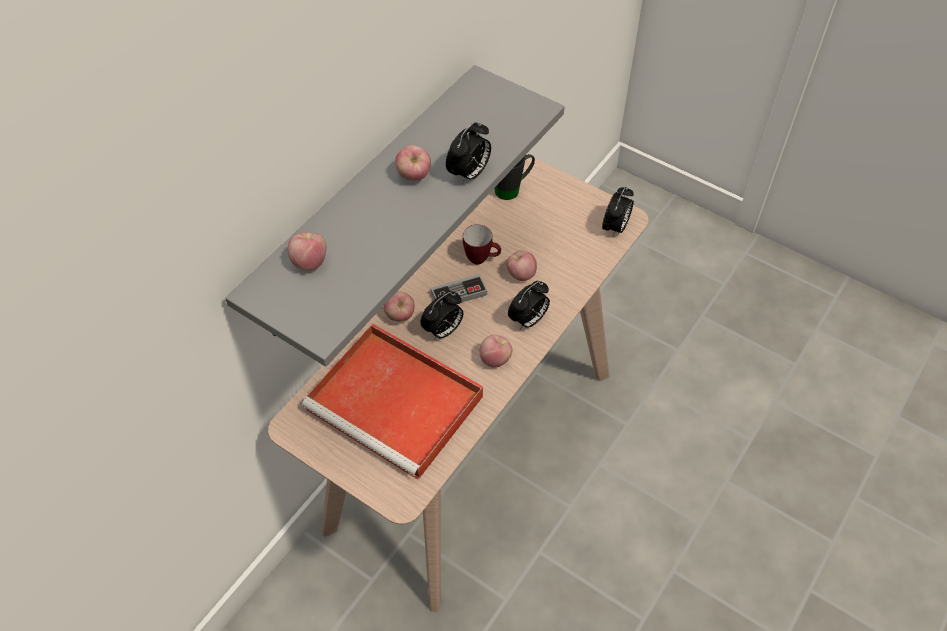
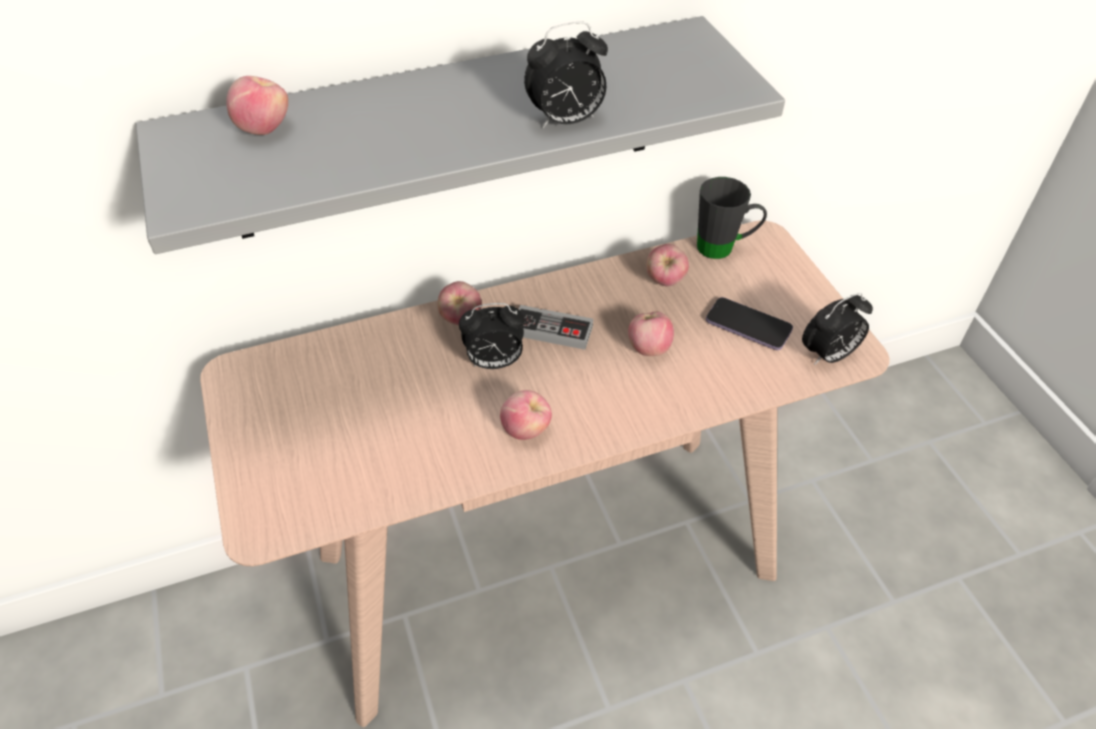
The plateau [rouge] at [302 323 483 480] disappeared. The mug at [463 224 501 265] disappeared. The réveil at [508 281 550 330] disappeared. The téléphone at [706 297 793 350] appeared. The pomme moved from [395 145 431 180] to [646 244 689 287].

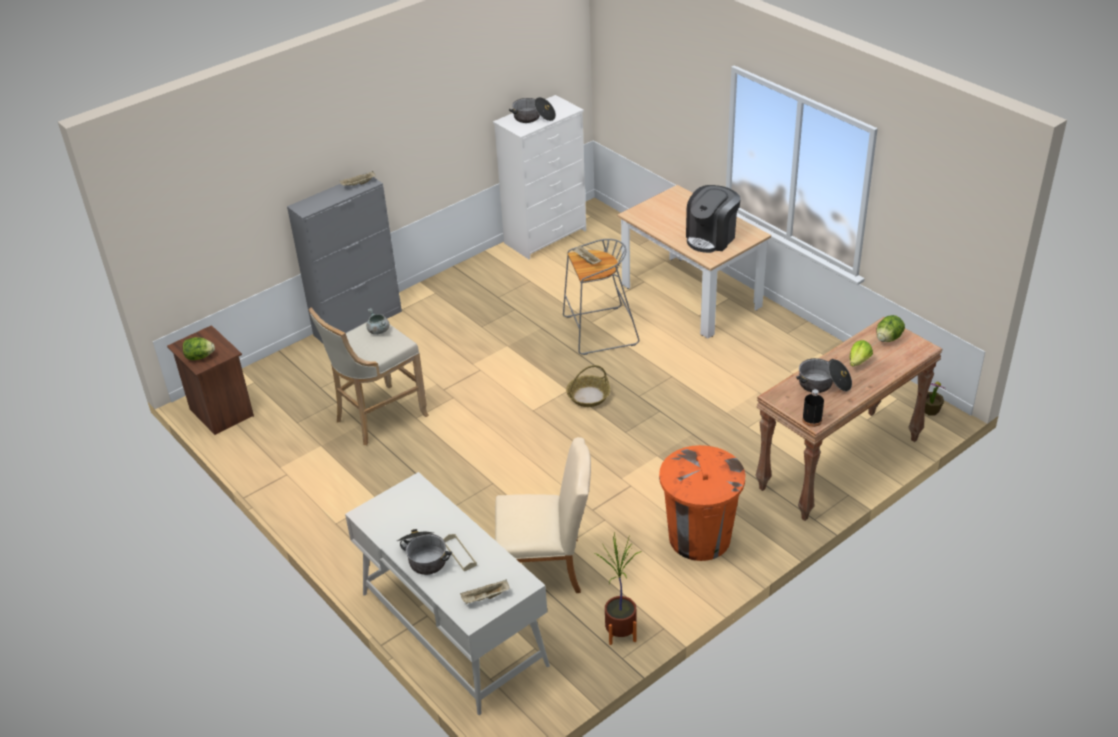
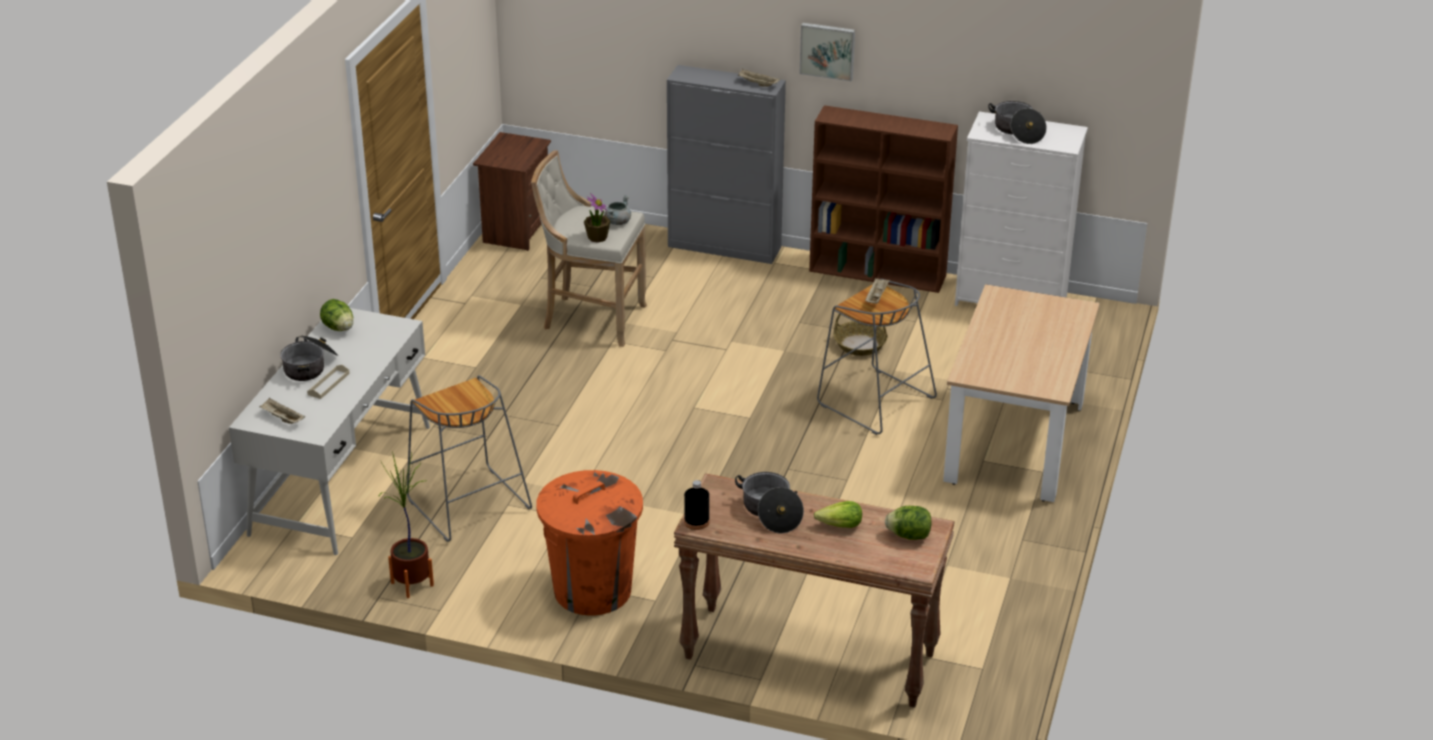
The machine à café at [686 185 741 253] disappeared. The tableau at [800 23 855 81] appeared. The bibliothèque [marron] at [809 105 958 293] appeared. The laitue moved from [183 337 215 360] to [320 299 353 331]. The panier moved from [566 365 611 407] to [834 314 888 356]. The plante en pot moved from [925 382 945 415] to [584 193 611 243]. The chaise [beige] at [495 437 591 593] was replaced by the tabouret [gris] at [407 375 532 542].

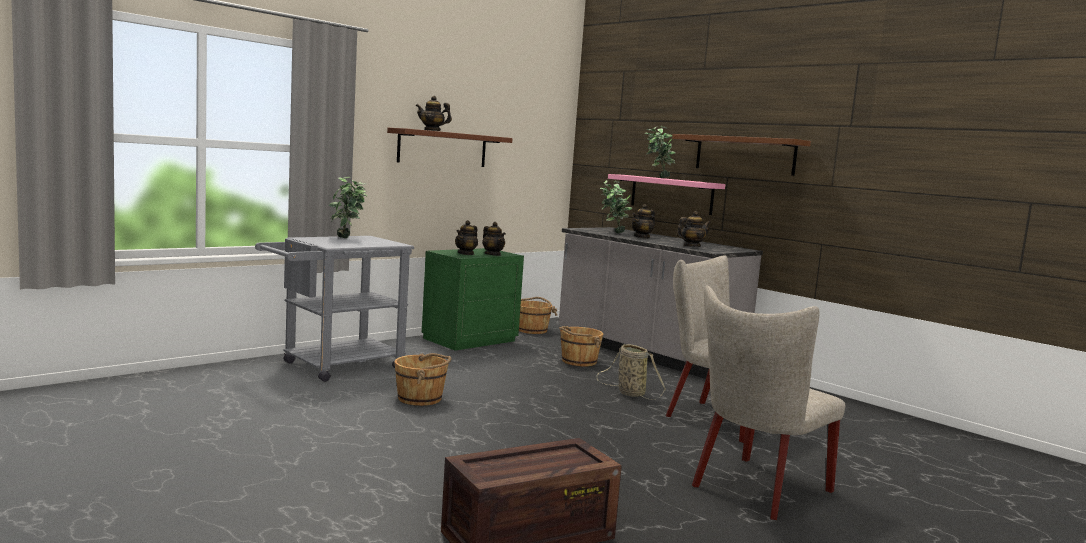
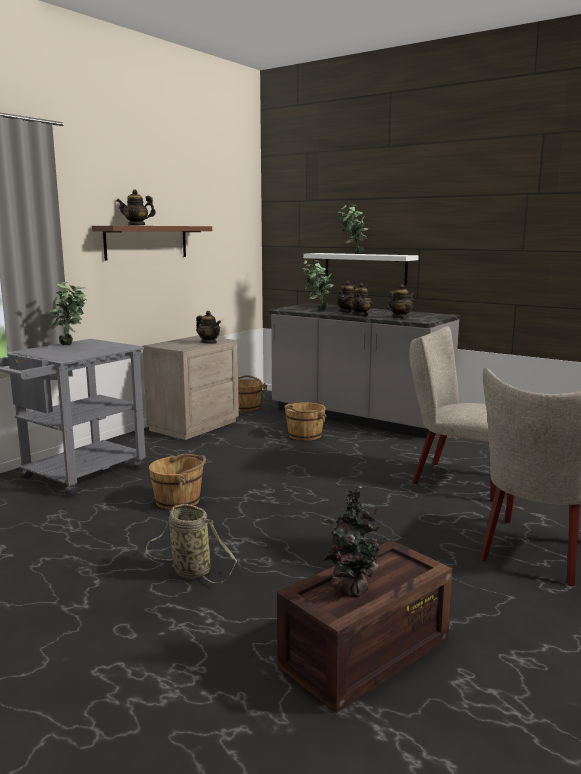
The étagère [marron] at [672 134 811 176] disappeared. The plante en pot at [322 485 386 597] appeared. The théière moved from [455 220 478 255] to [349 283 373 316]. The panier moved from [596 344 666 400] to [146 504 237 583]. The table de chevet [vert] at [422 248 524 351] became the table de chevet [beige] at [143 335 239 440]. The étagère [rose] at [608 174 725 215] became the étagère [blanc] at [303 253 419 285].

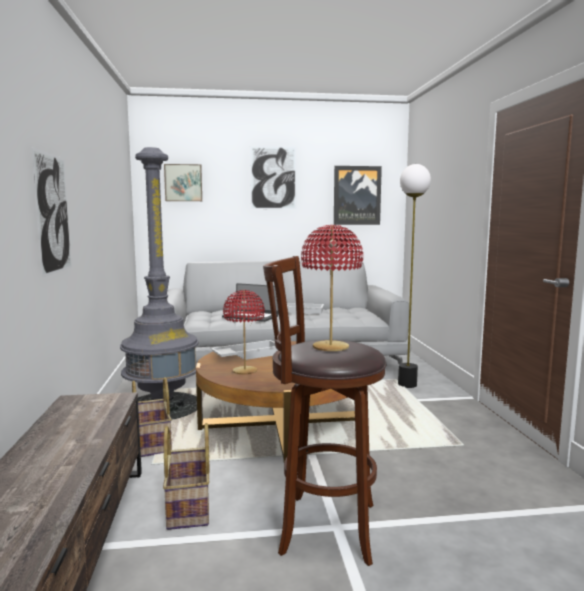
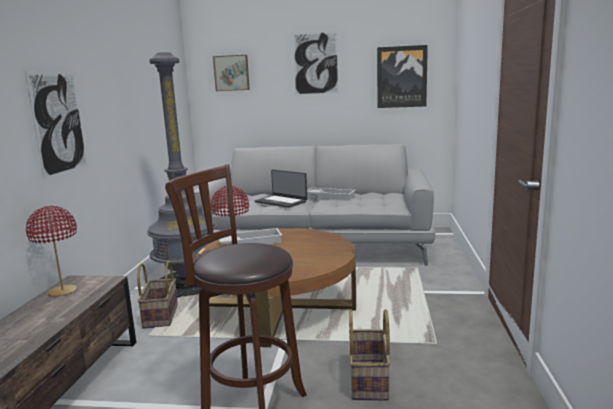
The lampadaire at [398 164 431 388] disappeared. The panier moved from [163 423 210 530] to [349 309 391 400]. The lampe de table [rouge] moved from [301 225 363 351] to [26 206 77 297].

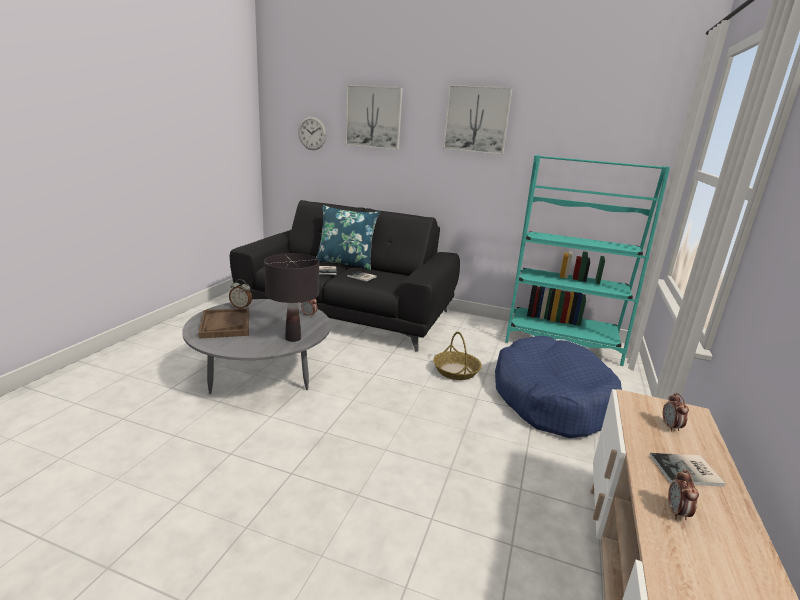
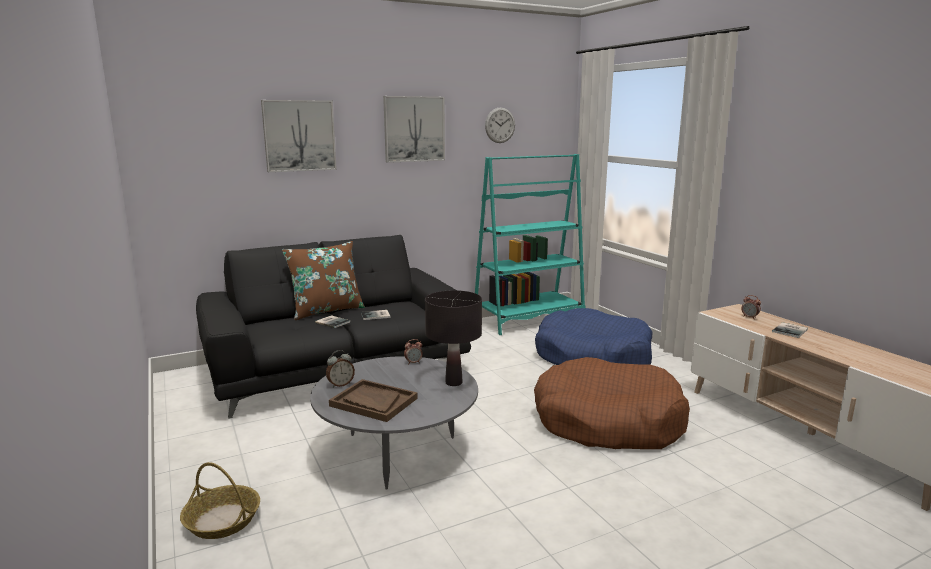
The réveil at [668 470 699 520] disappeared. The panier pour chien [marron] at [534 357 690 449] appeared. The horloge murale moved from [298 116 327 150] to [485 107 515 143]. The panier moved from [433 332 482 380] to [180 462 260 539]. The coussin [bleu] at [316 205 380 270] became the coussin [marron] at [282 241 365 320].

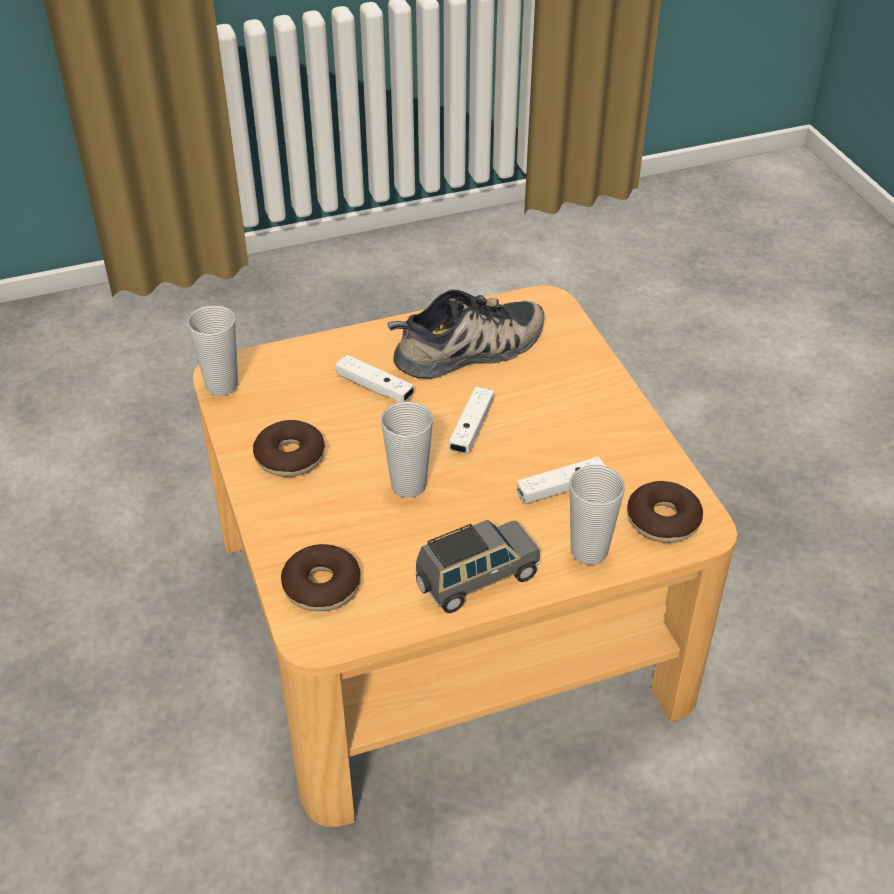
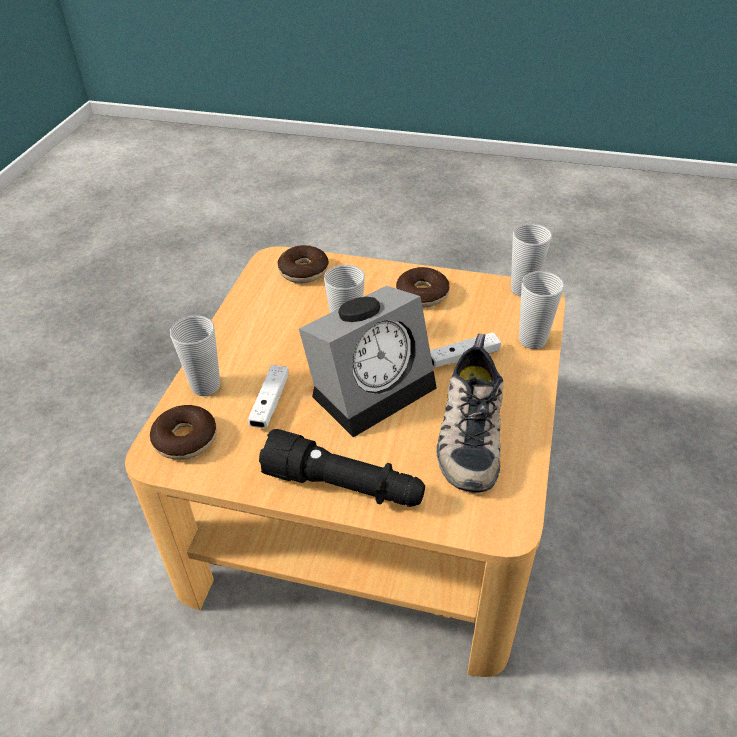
The petite voiture [gris] at [415 520 540 613] disappeared. The lampe de poche [noir] at [259 429 425 507] appeared. The tasse at [519 271 564 349] appeared. The manette [blanc] at [448 387 494 454] was replaced by the réveil at [299 286 437 437].

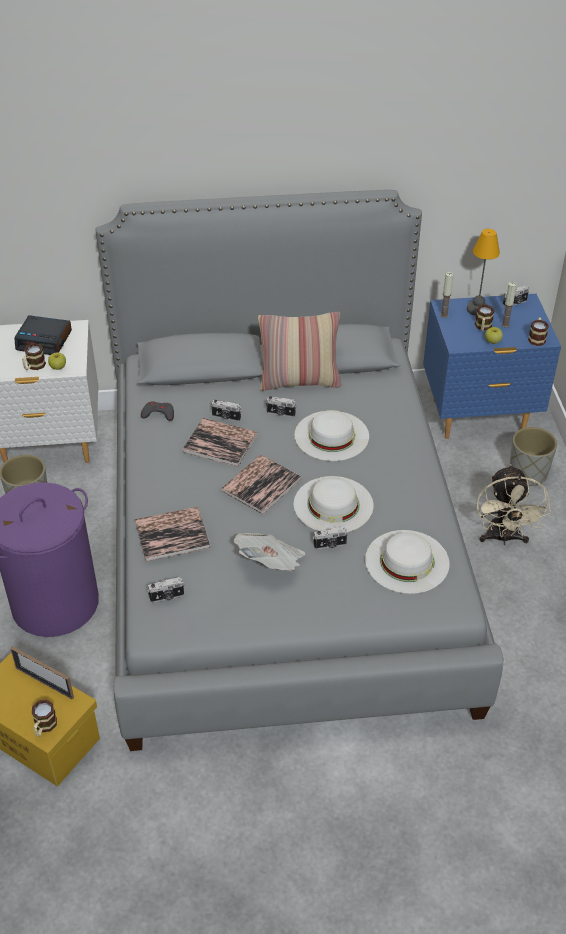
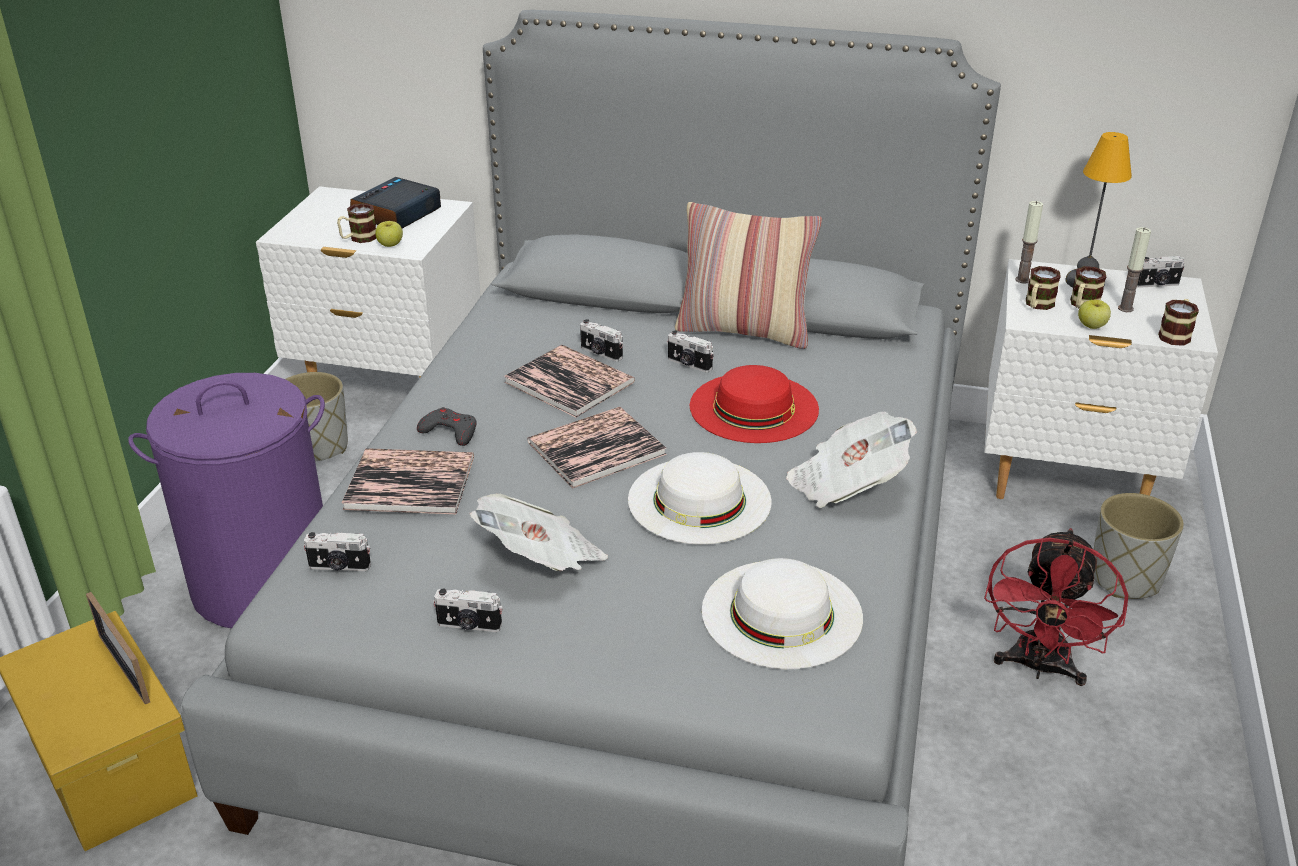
The journal at [786 411 917 508] appeared. The mug moved from [32 700 57 737] to [1026 266 1061 310]. The manette [gris] moved from [141 401 174 421] to [417 407 477 446]. The appareil photo moved from [313 527 348 549] to [433 589 502 632]. The chapeau [blanc] at [294 410 369 461] became the chapeau [rouge] at [690 365 819 443]. The table de chevet [bleu] at [423 294 561 439] became the table de chevet [blanc] at [984 259 1218 499]. The ventilateur [beige] at [477 464 551 545] became the ventilateur [rouge] at [984 528 1128 686]. The réveil at [14 315 72 355] turned 90 degrees clockwise.

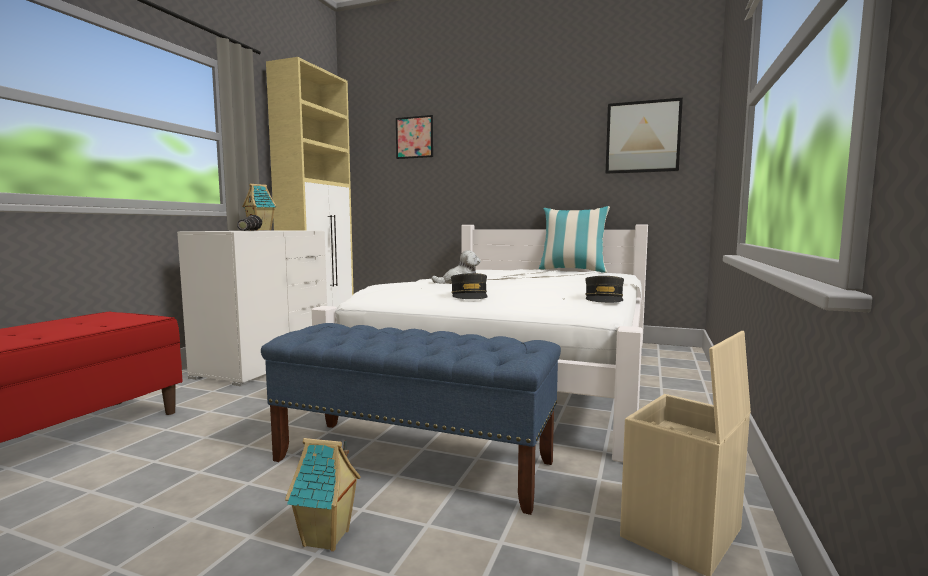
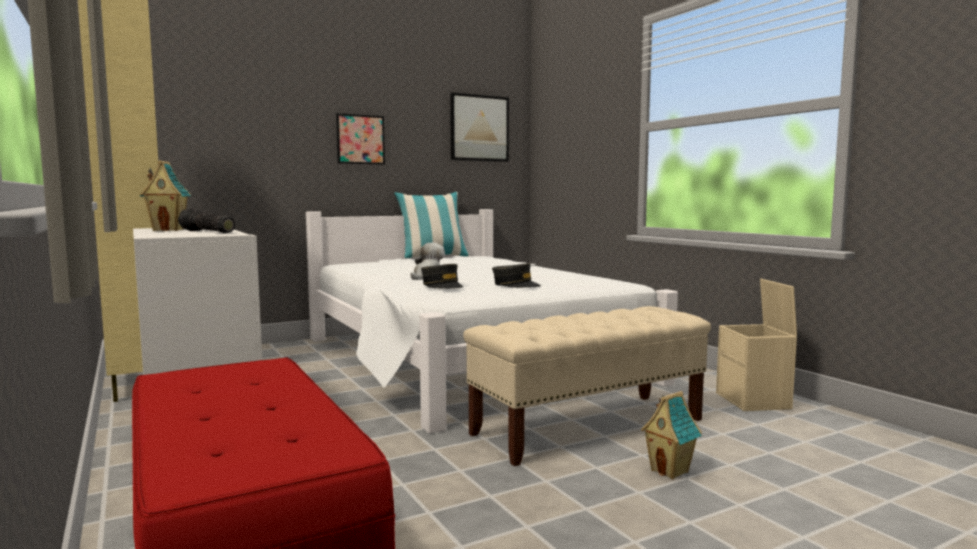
The tableau moved from [396 115 433 159] to [336 113 385 165]. The casquette [gris] moved from [585 276 624 303] to [421 264 463 289]. The banc [bleu] at [261 323 561 515] became the banc [beige] at [463 306 711 466].

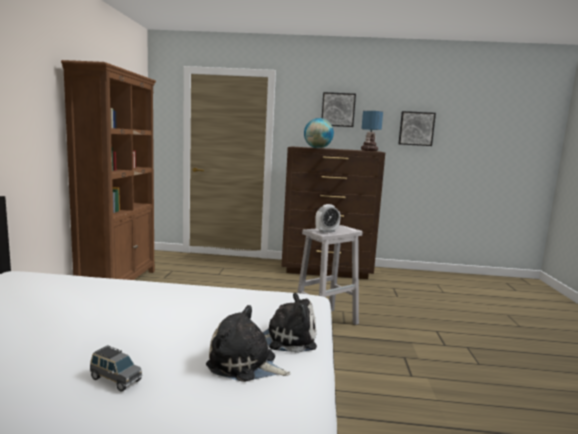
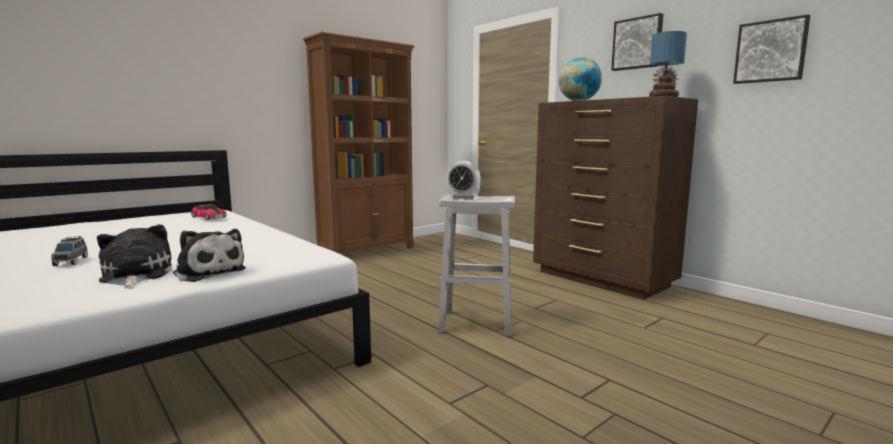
The petite voiture at [191 204 227 220] appeared.

